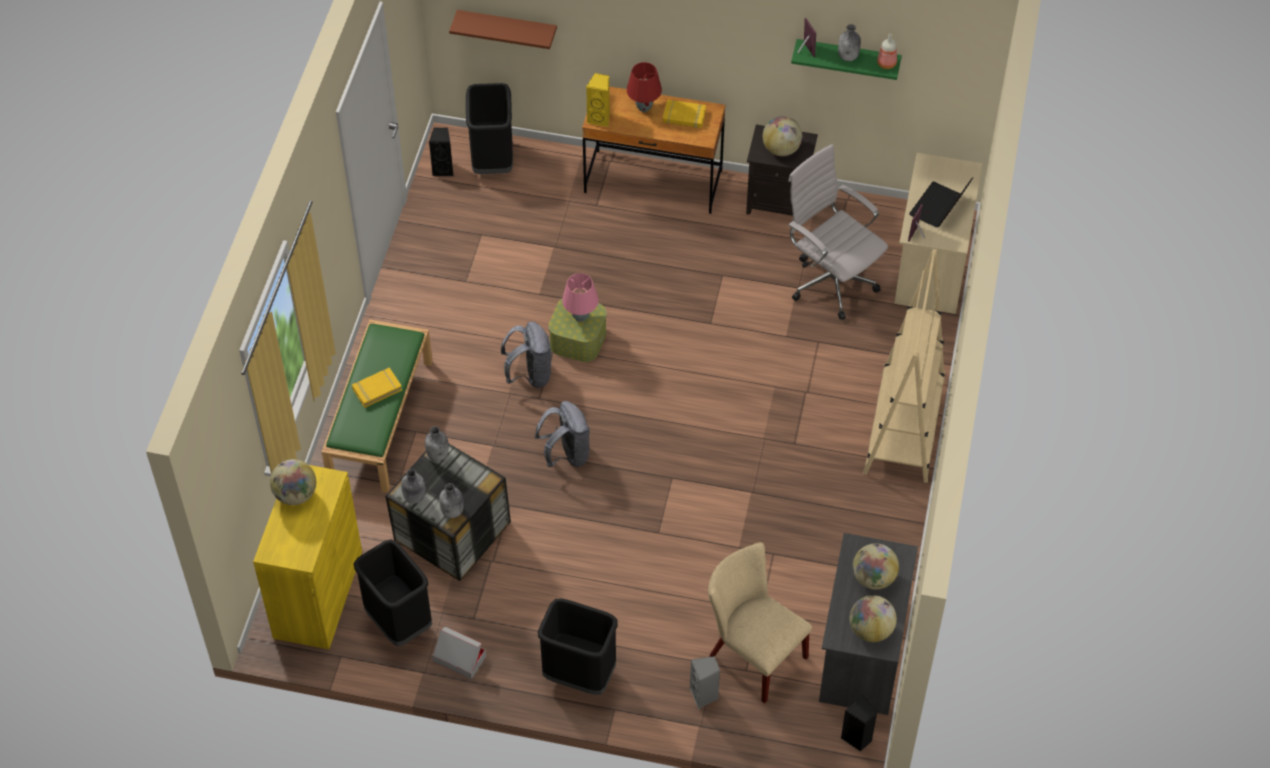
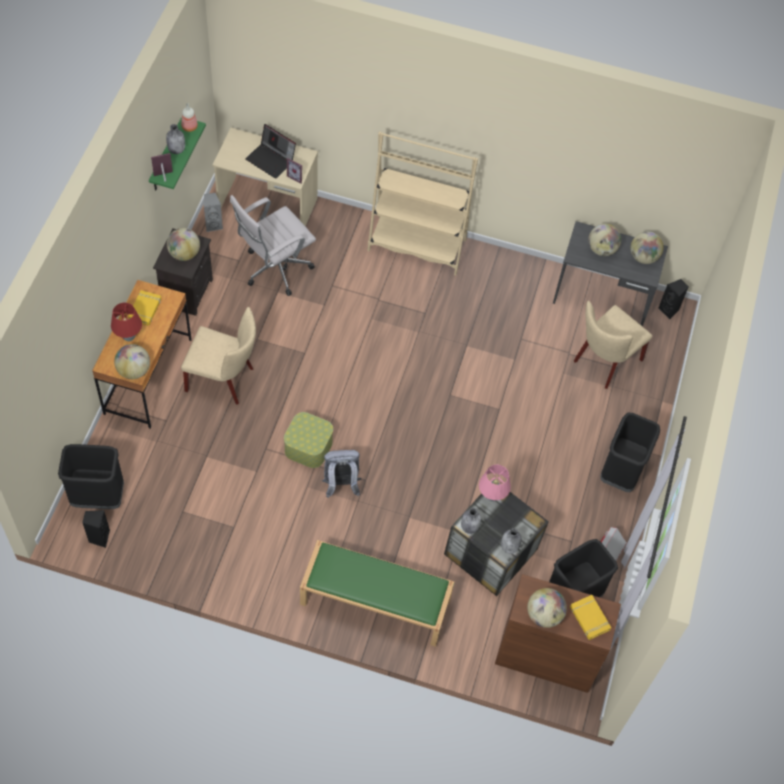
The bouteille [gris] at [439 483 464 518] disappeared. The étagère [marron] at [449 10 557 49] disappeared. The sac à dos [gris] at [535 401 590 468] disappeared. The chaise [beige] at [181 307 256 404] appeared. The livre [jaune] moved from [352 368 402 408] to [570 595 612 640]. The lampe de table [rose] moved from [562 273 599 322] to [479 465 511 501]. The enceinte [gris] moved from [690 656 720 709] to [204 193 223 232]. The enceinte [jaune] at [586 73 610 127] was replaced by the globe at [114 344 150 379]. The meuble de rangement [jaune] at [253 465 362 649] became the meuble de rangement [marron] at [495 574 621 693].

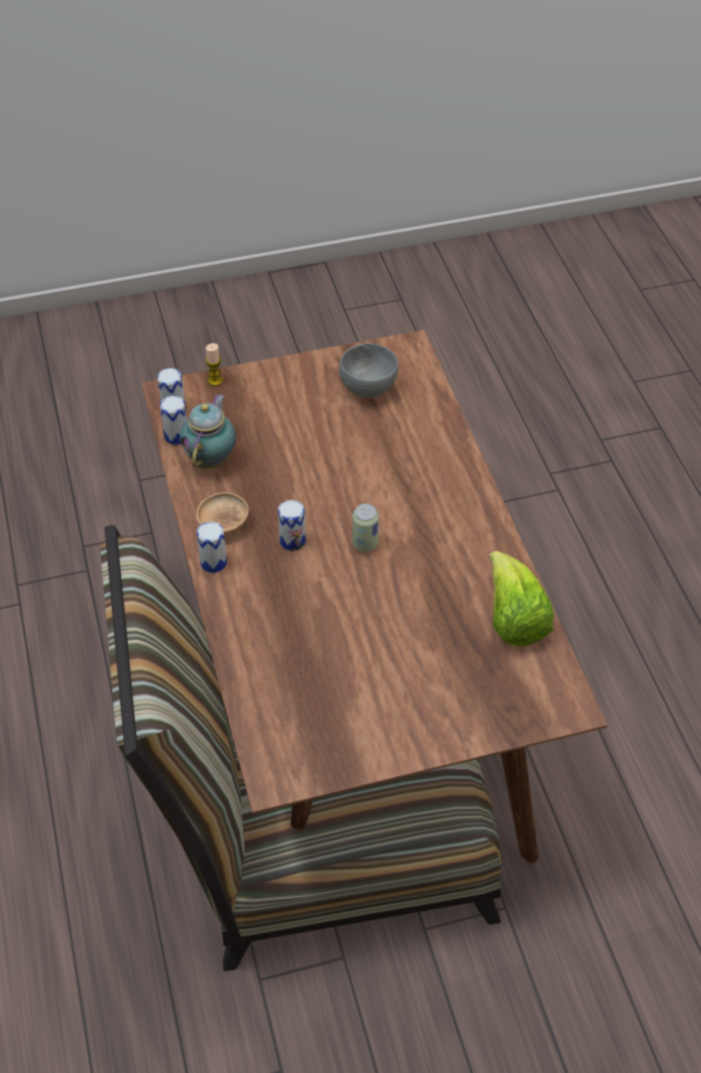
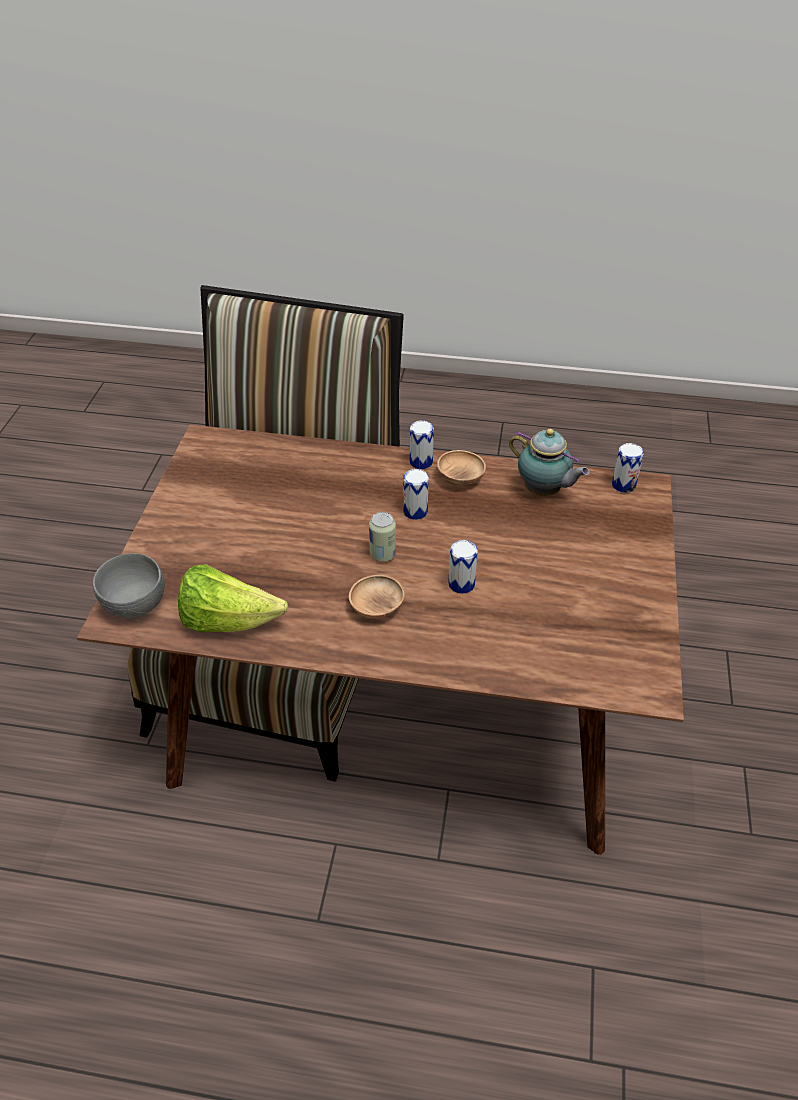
The bougie at [205 343 223 386] disappeared. The bol [marron] at [349 575 405 619] appeared. The boîte métallique moved from [160 396 187 445] to [448 540 478 594]. The bol [gris] moved from [339 343 398 398] to [93 553 165 618].

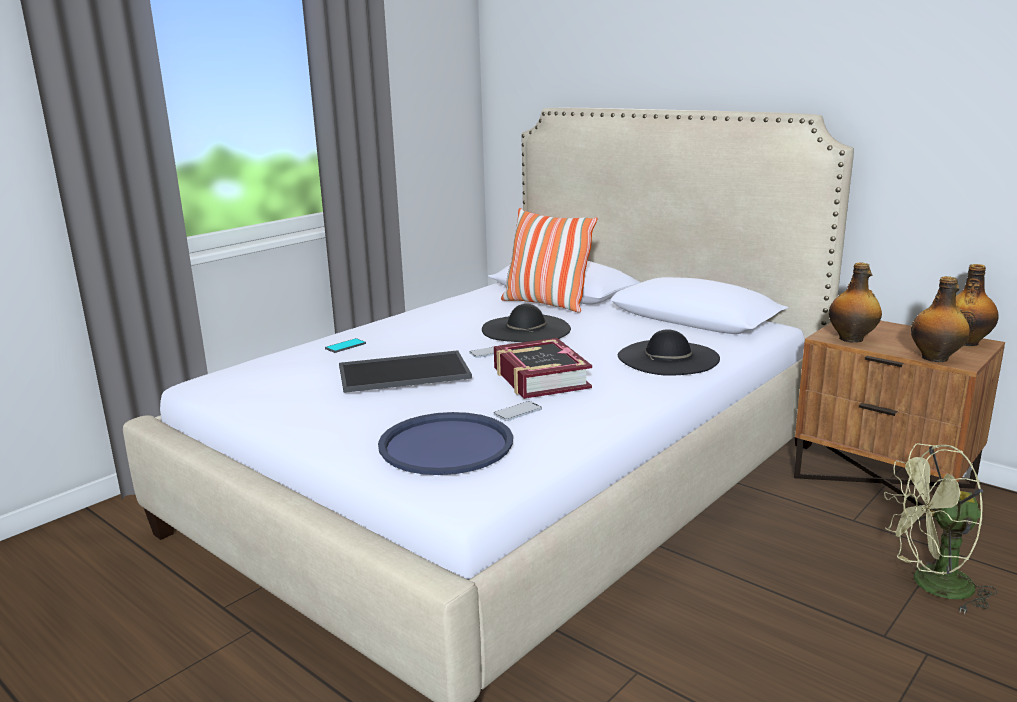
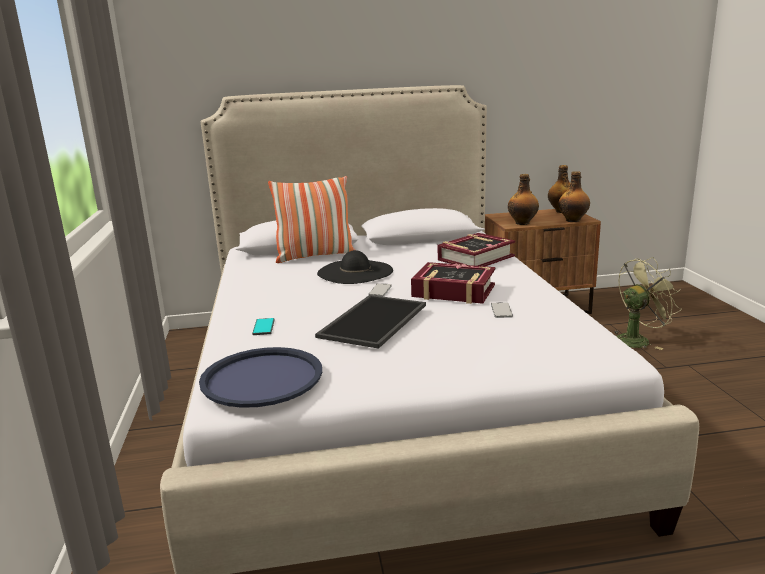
The plateau [bleu] moved from [378 412 513 475] to [199 347 322 408]. The chapeau [noir] at [618 329 720 376] was replaced by the livre at [438 233 515 266]. The ventilateur [vert] at [884 443 997 614] turned 150 degrees counterclockwise.

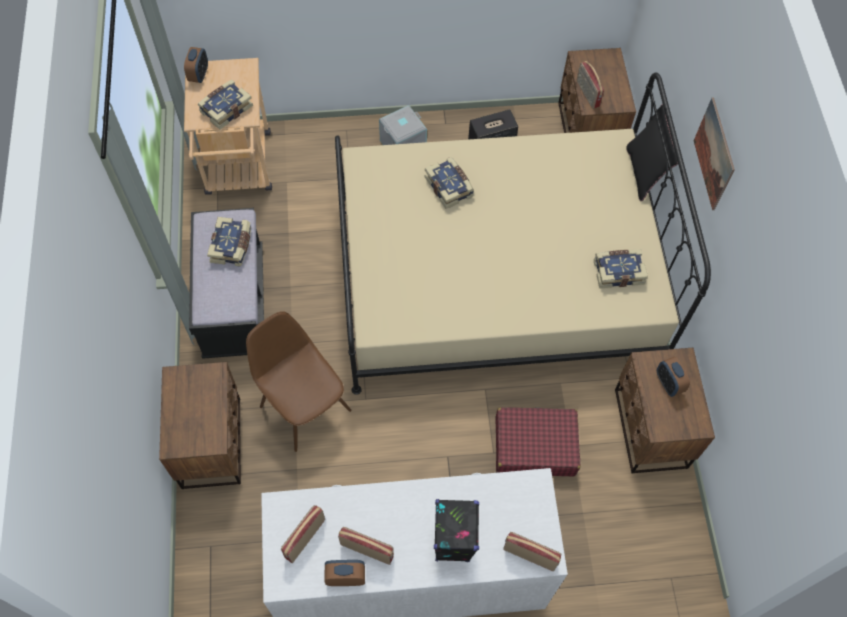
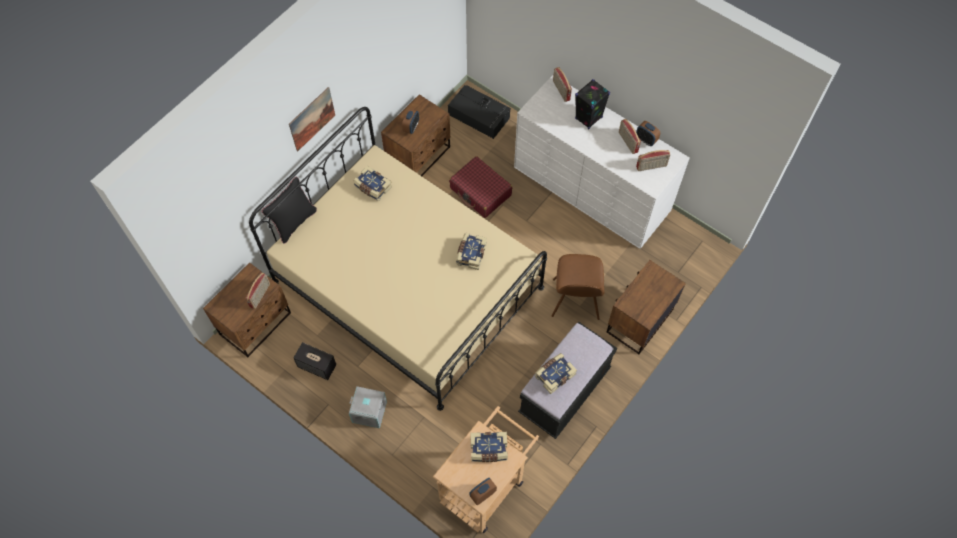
The boîte de rangement [noir] at [448 85 511 139] appeared. The livre moved from [425 157 474 209] to [456 233 487 270].

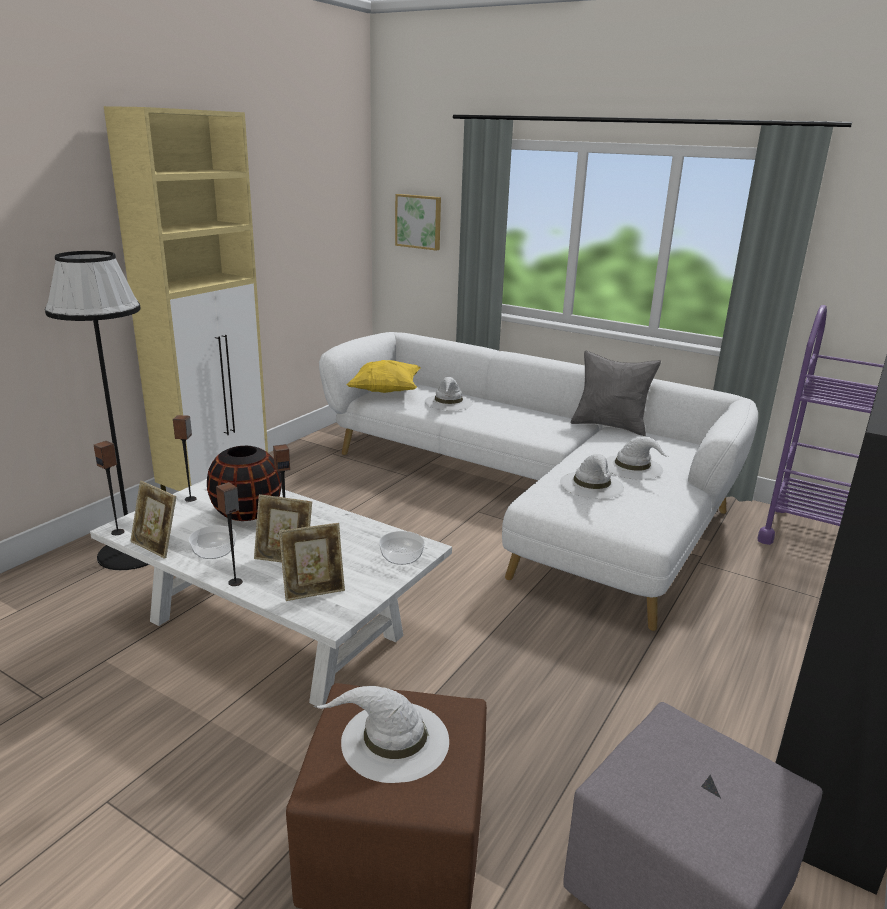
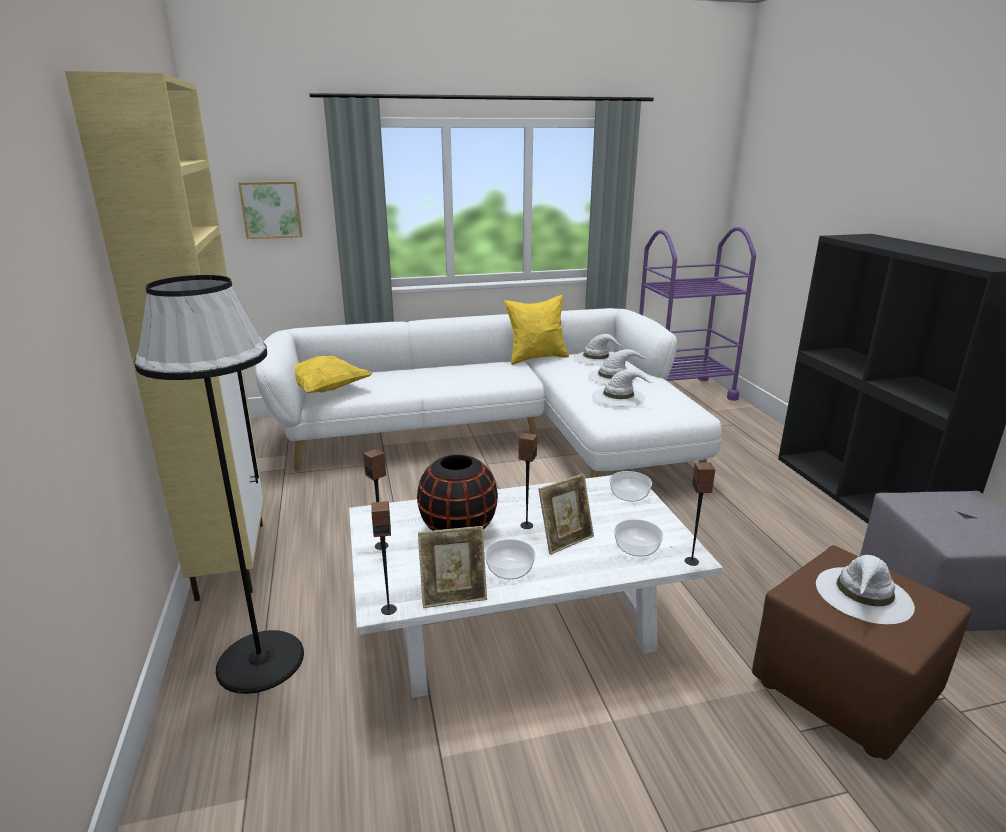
The enceinte moved from [216 482 243 586] to [685 463 715 566]. The chapeau [blanc] moved from [424 377 473 411] to [574 334 622 365]. The cadre photo at [279 523 345 601] was replaced by the bol at [614 519 663 557]. The coussin [gris] at [571 351 661 436] became the coussin [jaune] at [504 295 569 365].

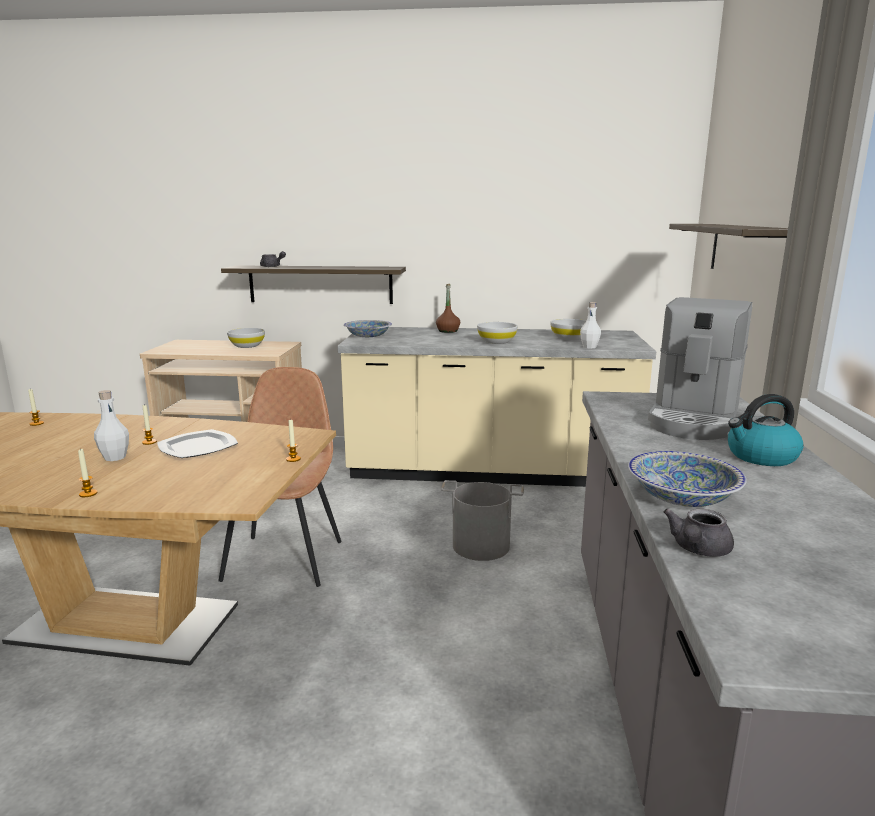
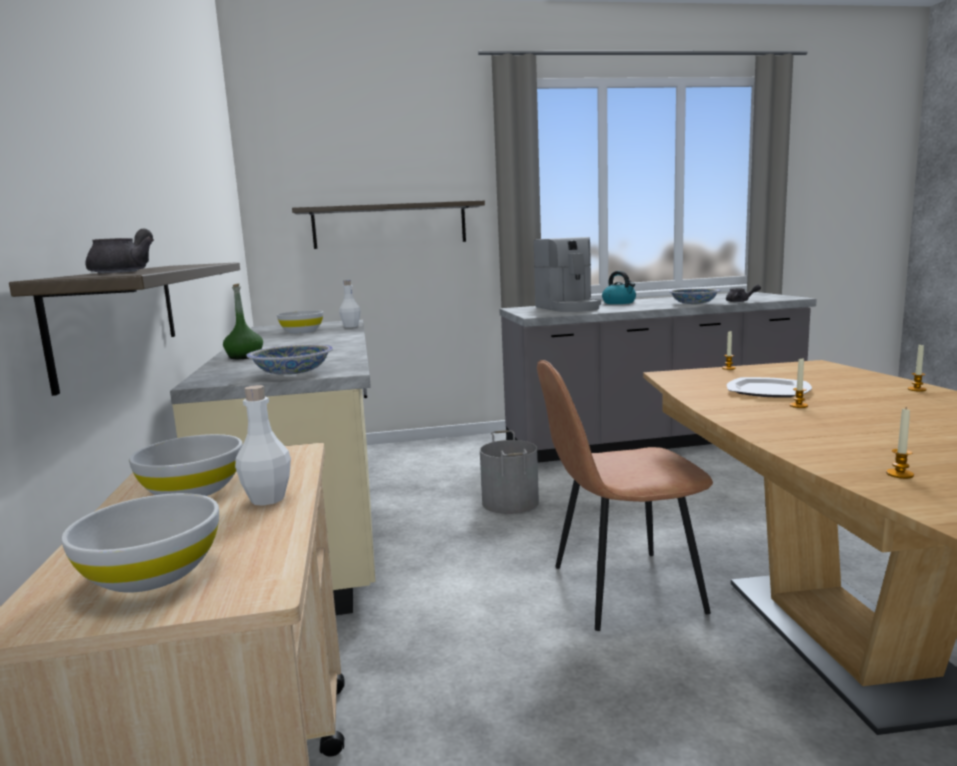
The bouteille [blanc] moved from [94 390 129 461] to [235 385 291 506]. The bol [blanc] moved from [477 322 518 344] to [61 493 219 593]. The bouteille [marron] at [436 284 460 333] became the bouteille [vert] at [223 284 263 359]. The machine à café at [648 297 752 440] turned 60 degrees clockwise.

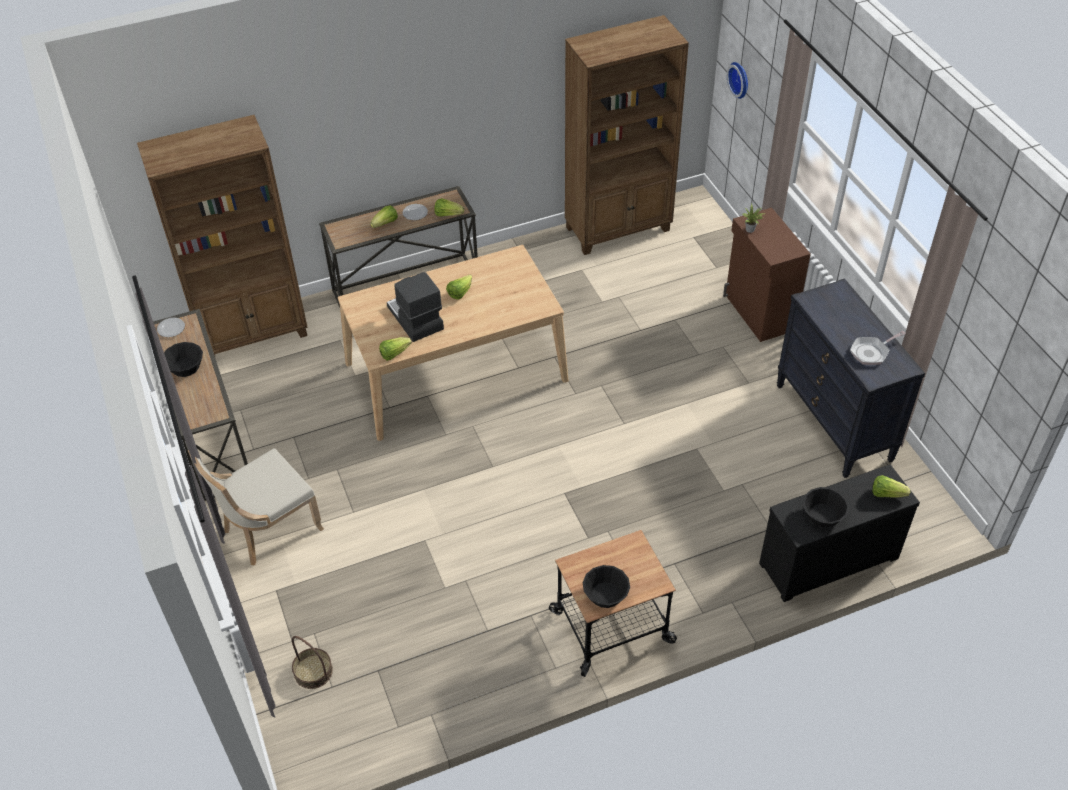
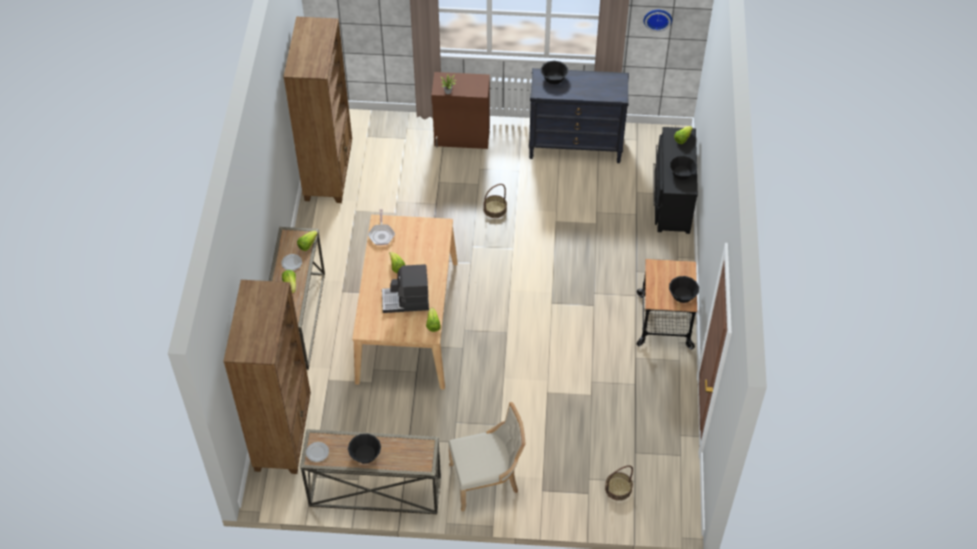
The panier at [483 184 507 218] appeared. The bol [noir] at [541 61 568 84] appeared. The horloge murale moved from [727 62 748 99] to [644 10 672 32]. The poêle moved from [850 331 906 365] to [368 209 395 245]. The chaise [beige] at [188 448 324 566] turned 90 degrees counterclockwise.

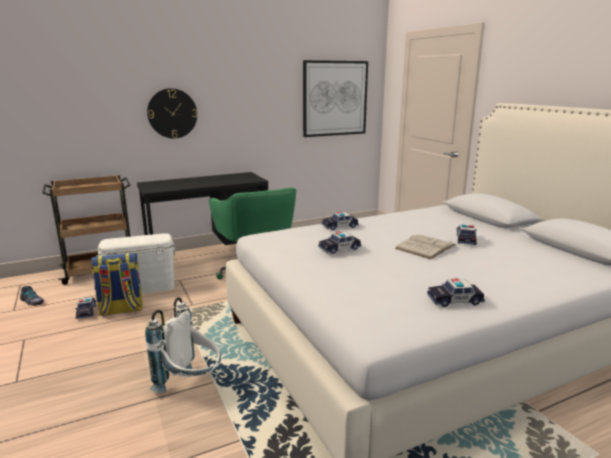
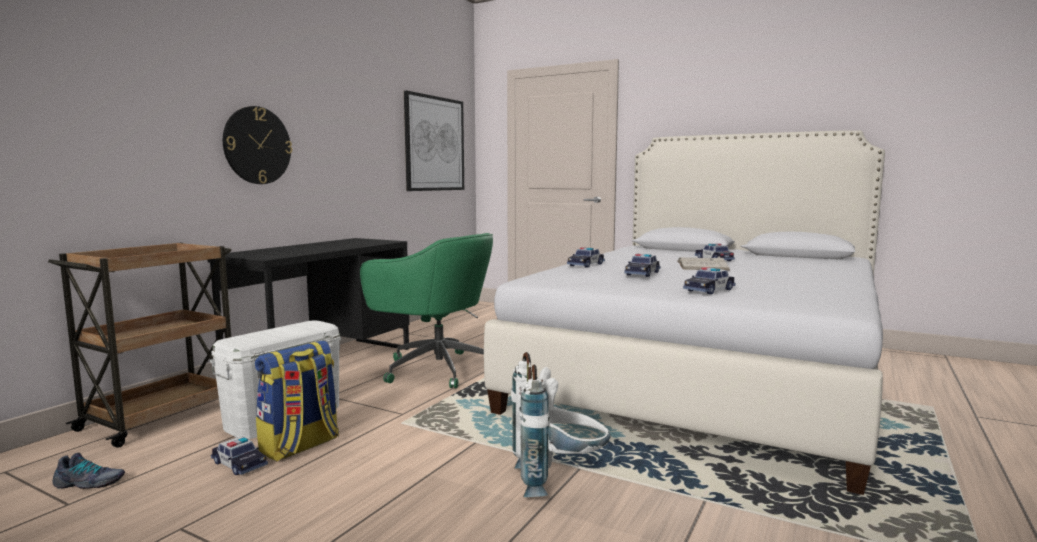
The petite voiture moved from [427 279 485 307] to [683 267 735 294].

